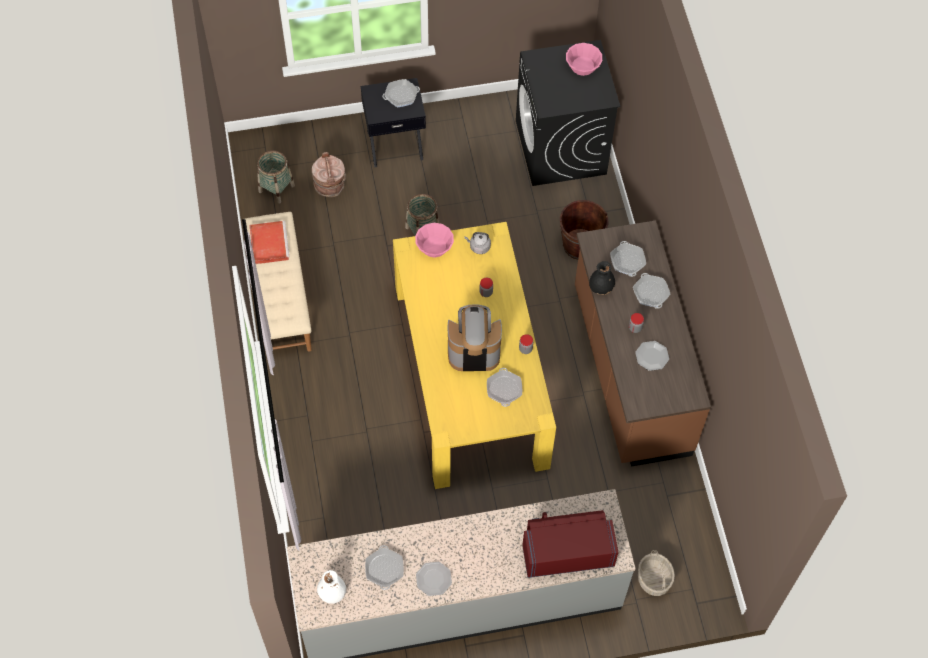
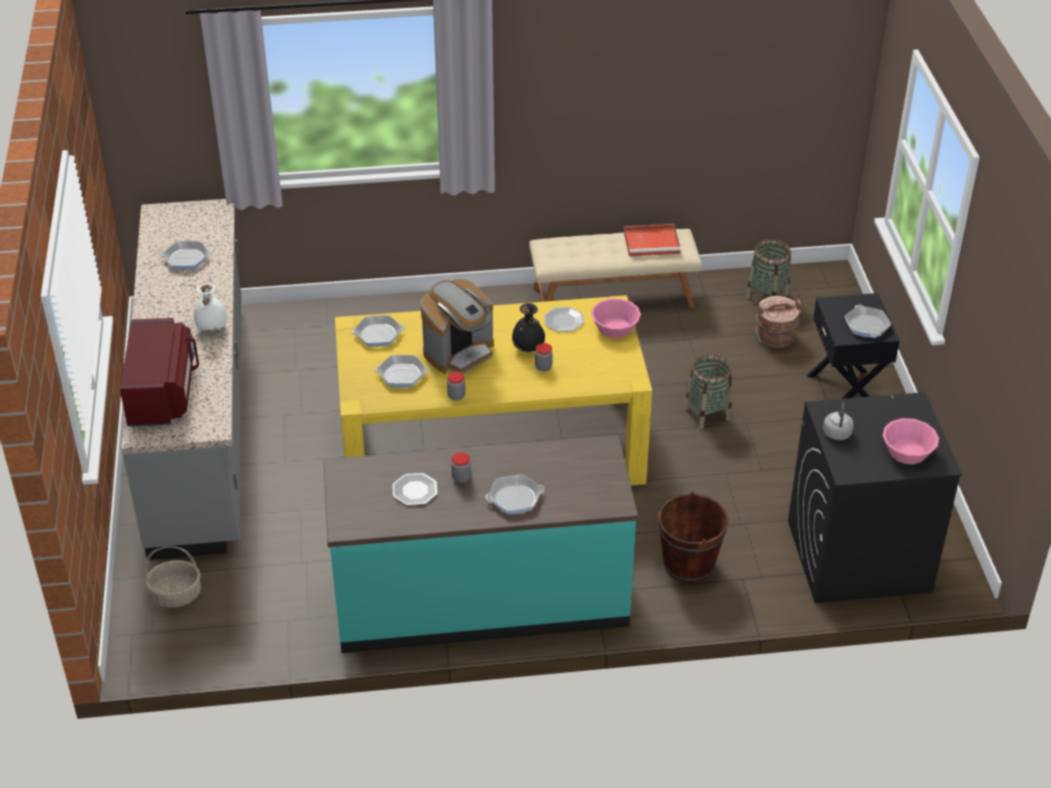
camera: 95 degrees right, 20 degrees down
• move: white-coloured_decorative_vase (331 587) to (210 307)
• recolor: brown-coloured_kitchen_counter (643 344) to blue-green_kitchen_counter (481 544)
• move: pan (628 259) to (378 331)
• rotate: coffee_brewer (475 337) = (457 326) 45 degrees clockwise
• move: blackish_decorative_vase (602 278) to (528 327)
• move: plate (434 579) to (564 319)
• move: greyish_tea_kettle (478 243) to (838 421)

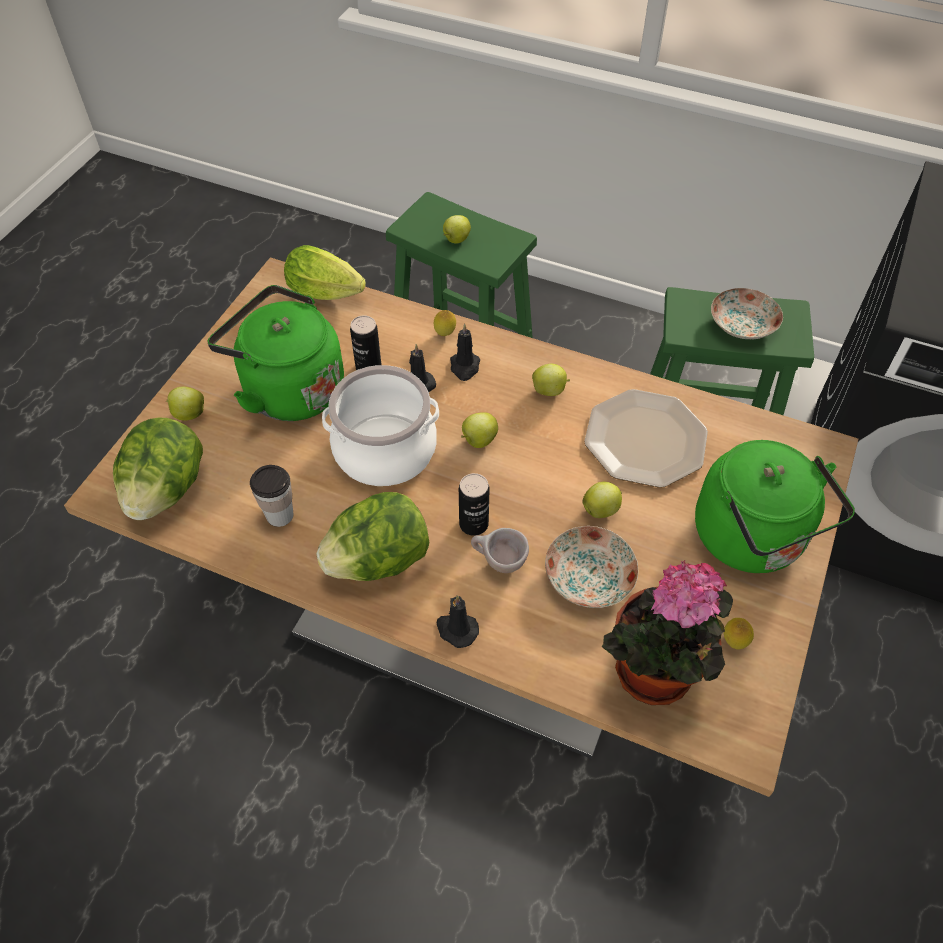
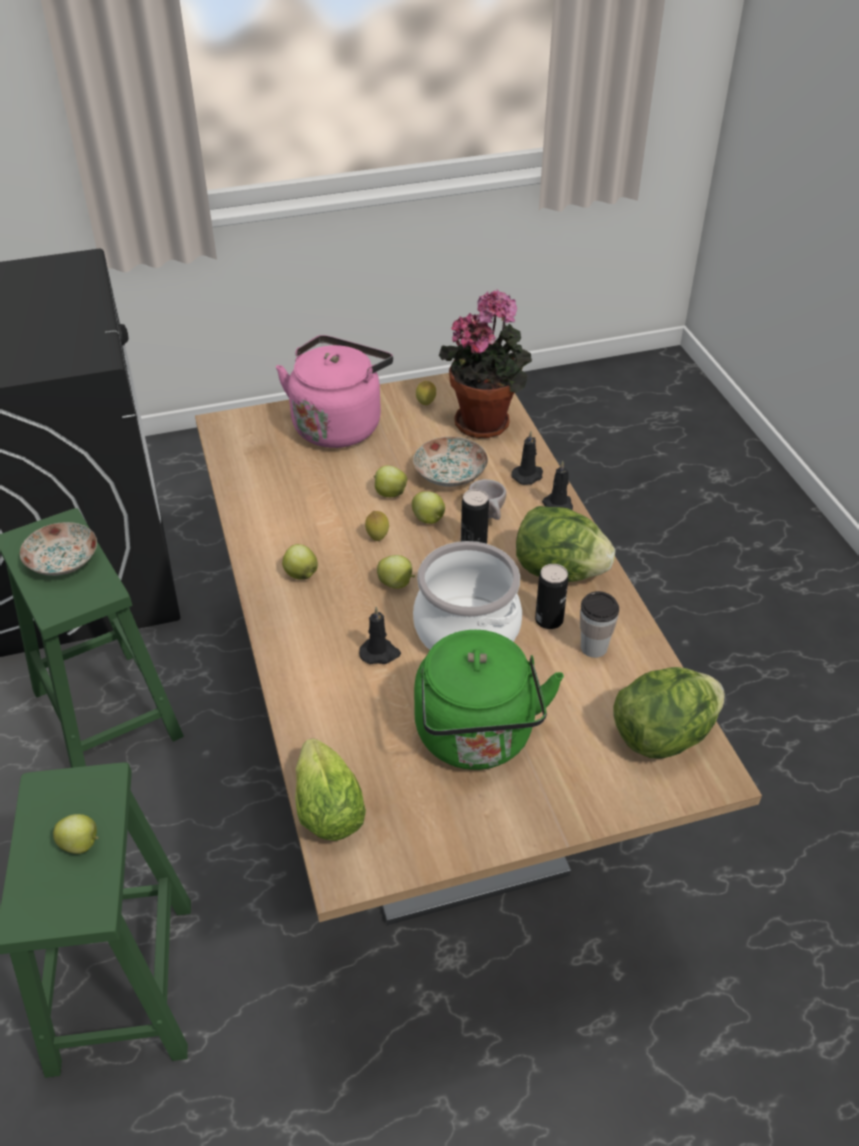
camera: 130 degrees left, 10 degrees down
• recolor: green-coloured_tea_kettle (775 506) to pink-coloured_tea_kettle (334 391)
• move: whole_lemon (445 323) to (377 526)
• move: apple (185 404) to (428 507)
• move: blackish_candle (465 352) to (527 458)
• move: sealed_can (366 342) to (552 596)
• delete: plate (646 438)

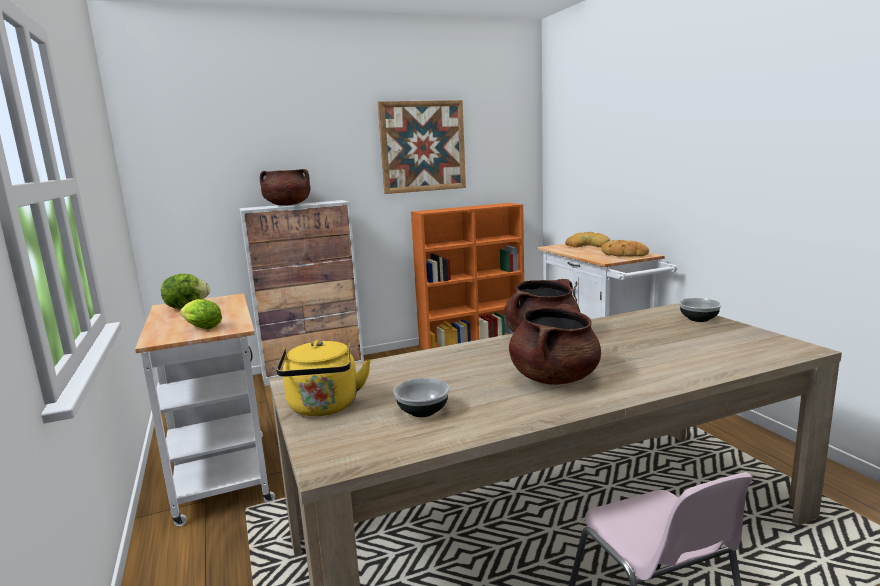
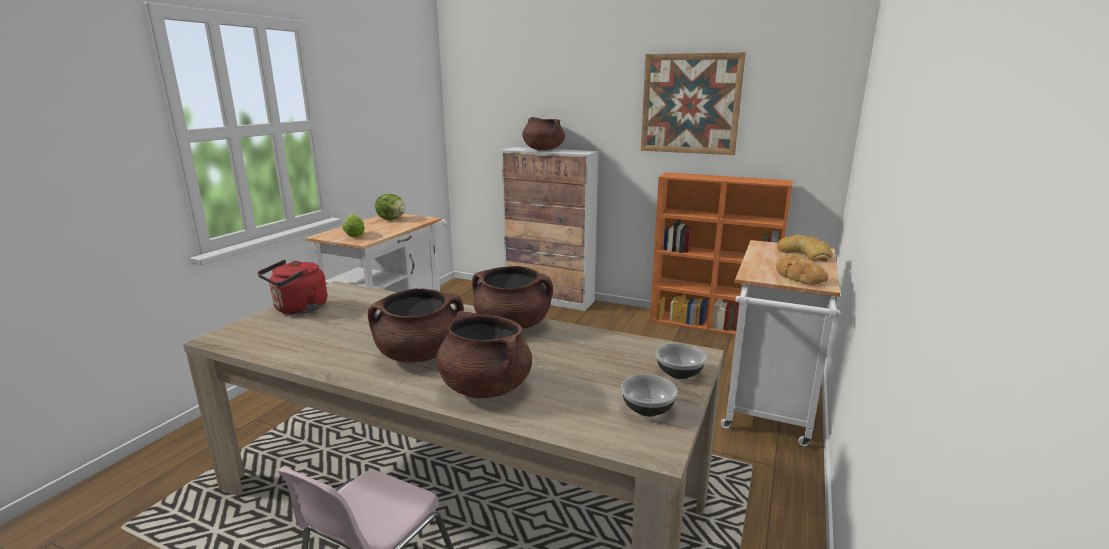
camera: 45 degrees right, 5 degrees up
• recolor: yellow-coloured_tea_kettle (323 378) to reddish_tea_kettle (292 287)
• insert: brown-coloured_stockpot (484 354)
• move: serving_bowl (422 397) to (649 395)

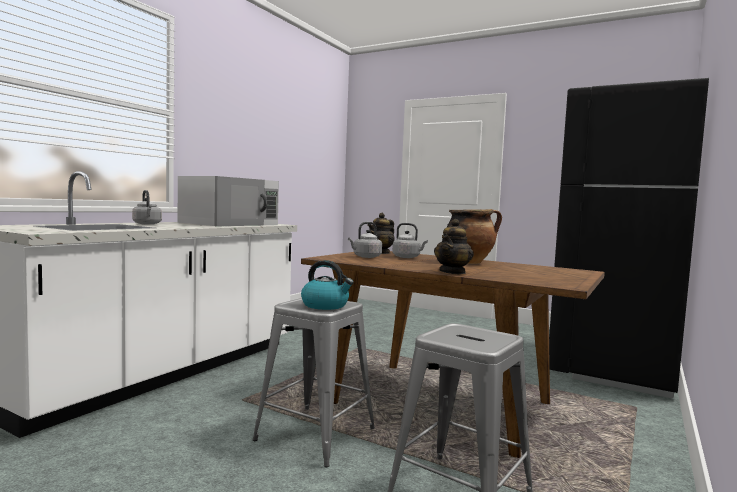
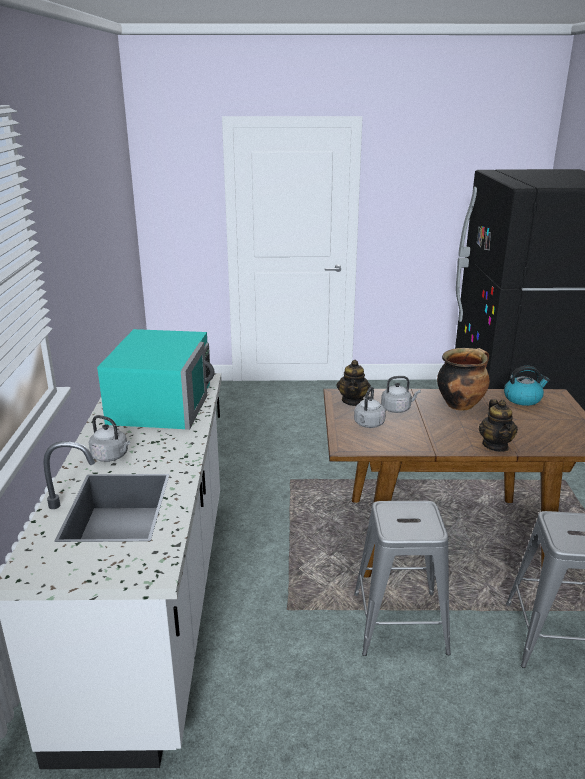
camera: 30 degrees left, 20 degrees up
• recolor: white-coloured_kitchen_microwave (228 201) to blue-green_kitchen_microwave (155 379)
• move: tea_kettle (327 285) to (527 386)

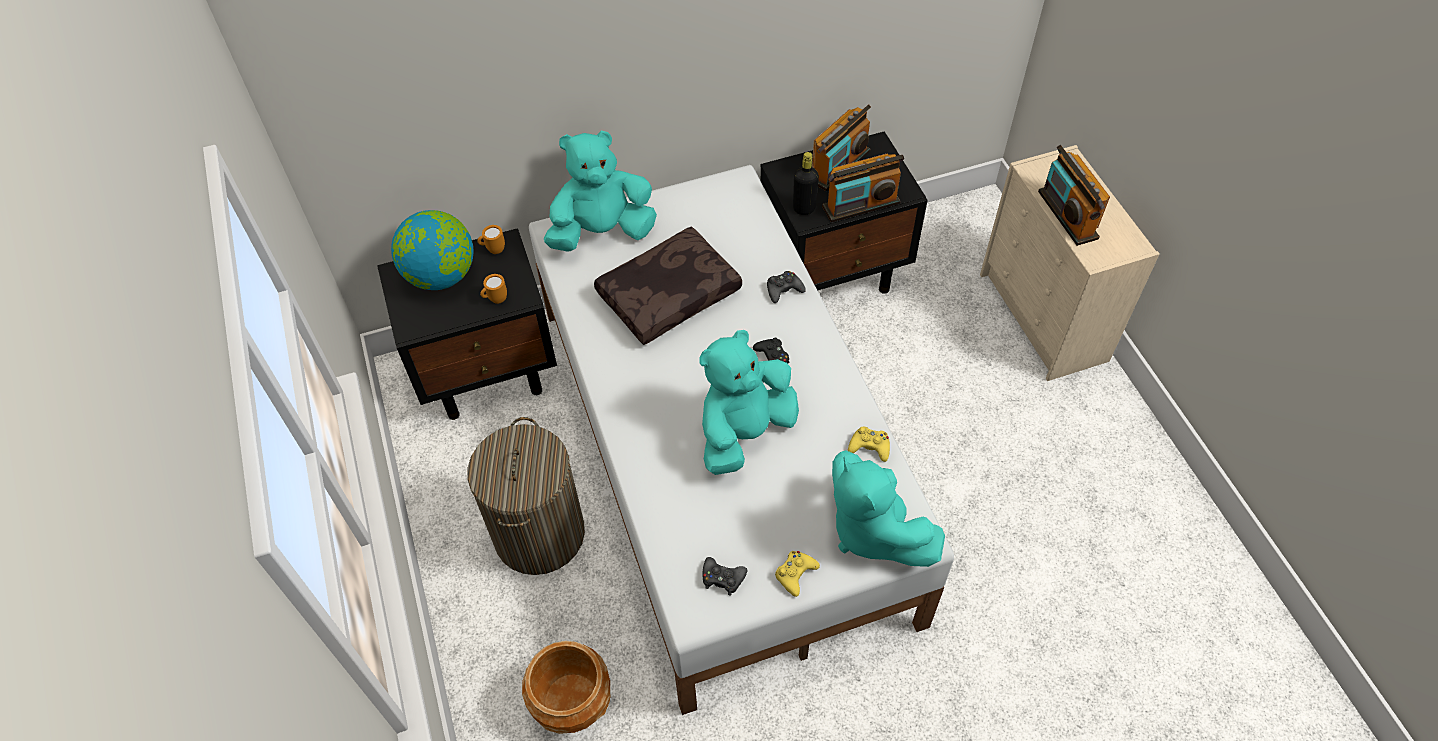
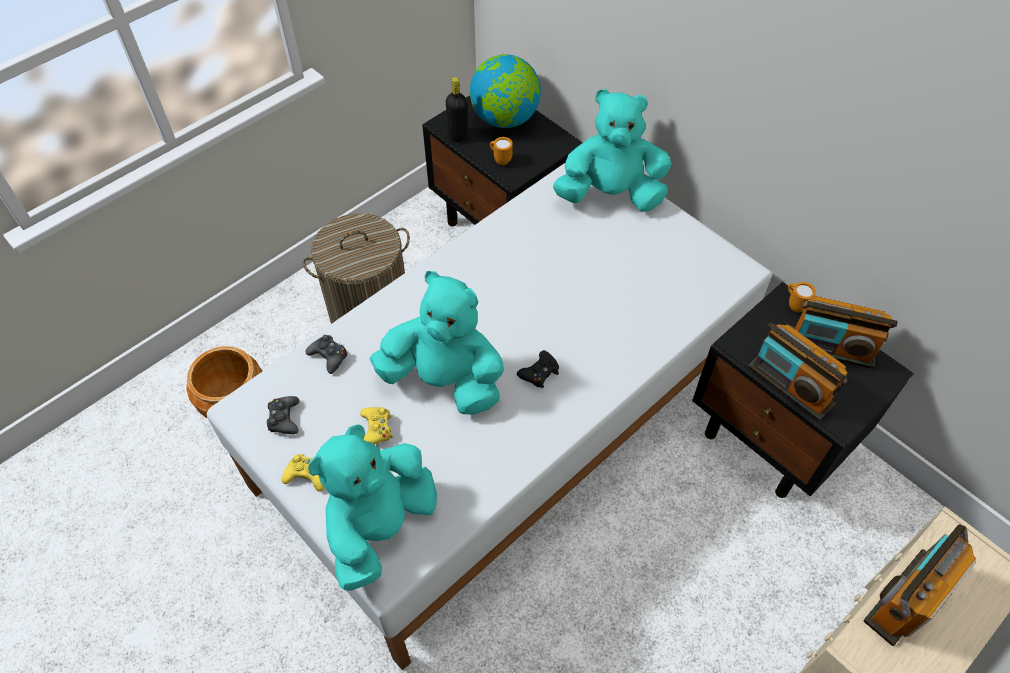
camera: 65 degrees right, 0 degrees up
• move: blackish_gamepad (786 287) to (327 354)
• move: yellow-coloured_gamepad (869 444) to (376 426)
• move: blackish_drink_bottle (806 183) to (457 109)
• rotate: blue-green_cuddly_toy (600 191) = (612 150) 45 degrees counterclockwise
• move: orangey_mug (491 239) to (802 297)
• delete: brown-coloured_cushion (668 285)

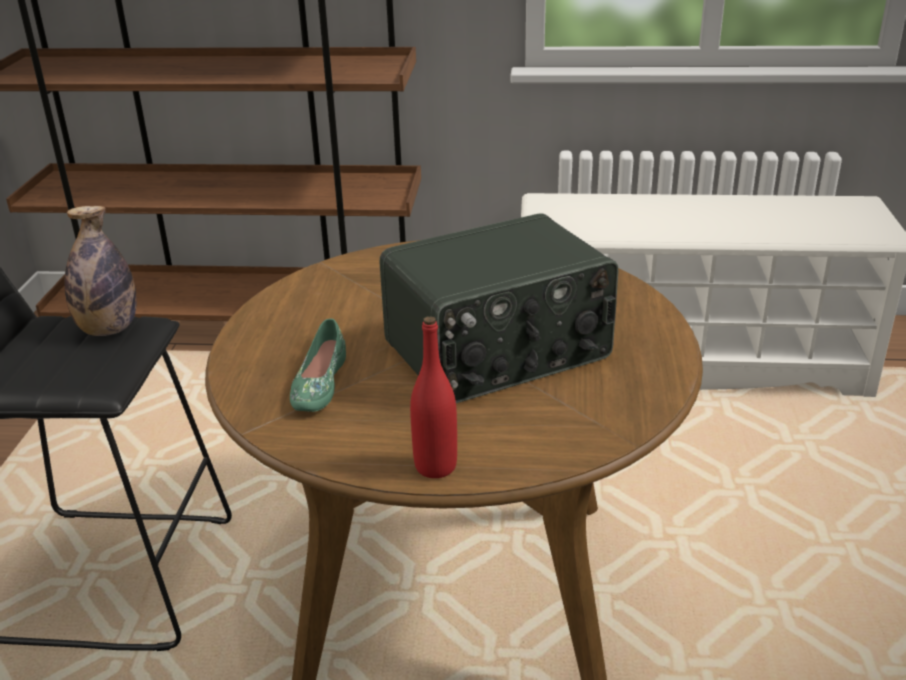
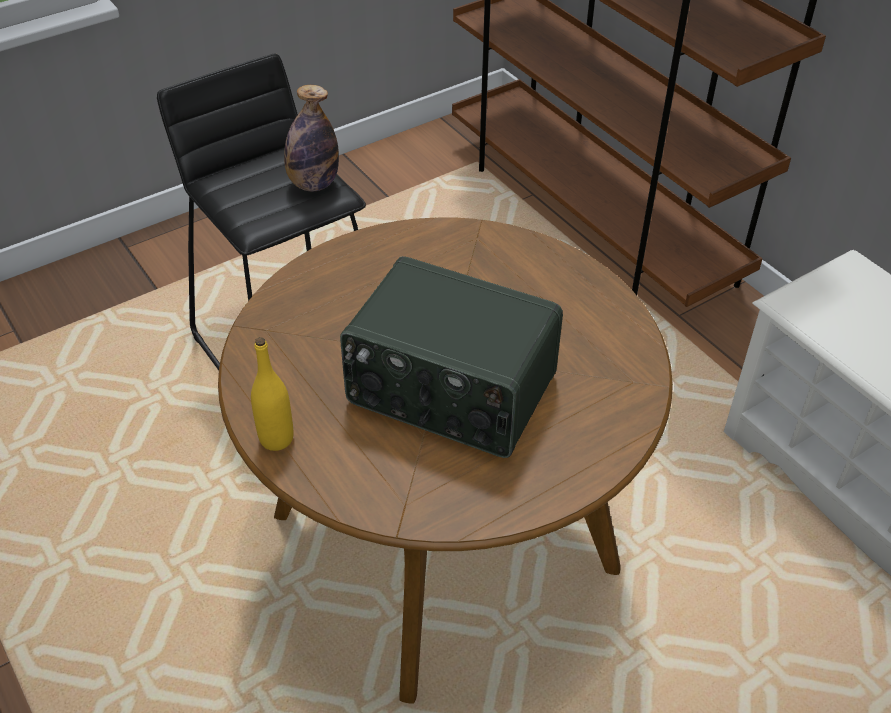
camera: 50 degrees right, 15 degrees up
• recolor: reddish_drink_bottle (433 397) to yellow-coloured_drink_bottle (272 394)
• delete: green-coloured_low_shoe (318 365)

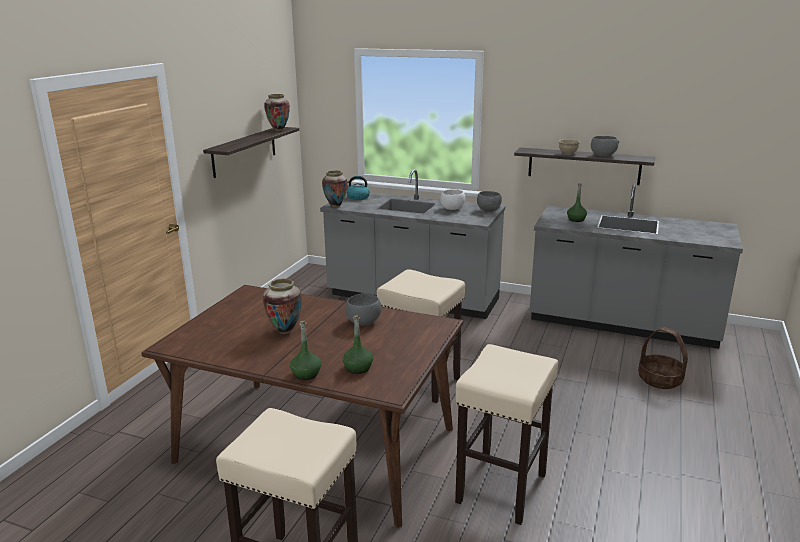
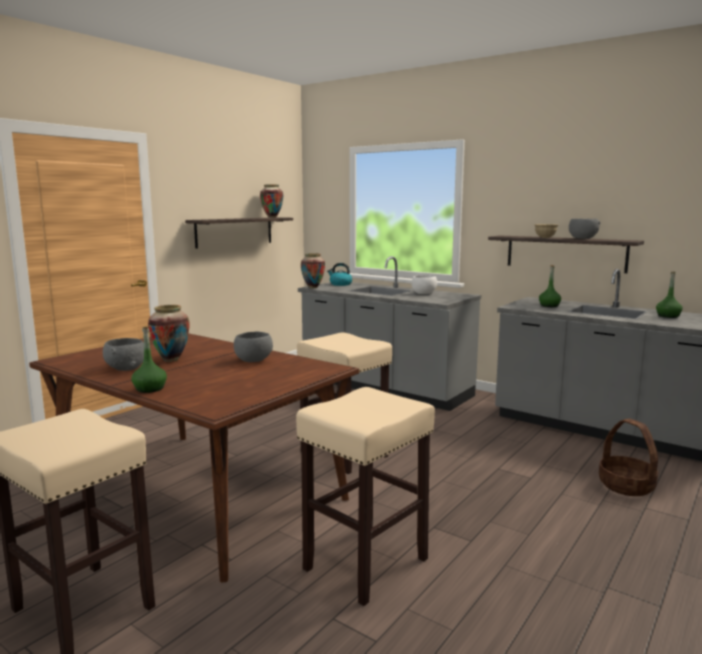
camera: 15 degrees right, 10 degrees down
• move: greyish_serving_bowl (489 201) to (123 354)
• move: green-coloured_drink_bottle (358 344) to (669 295)

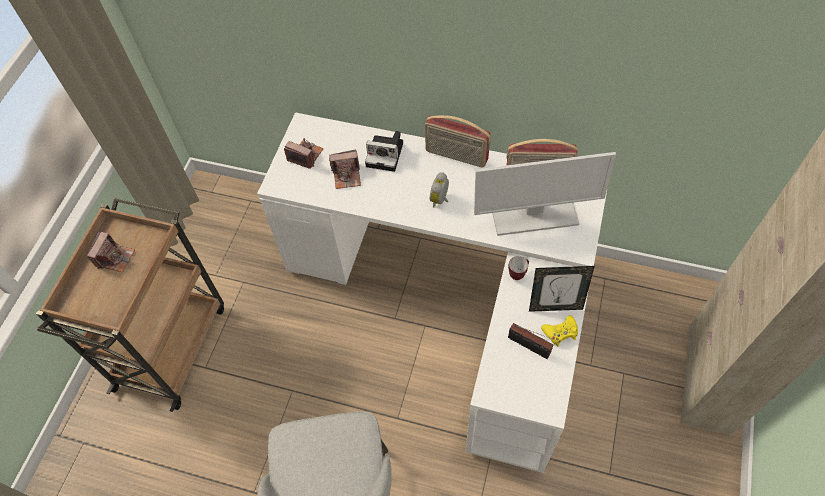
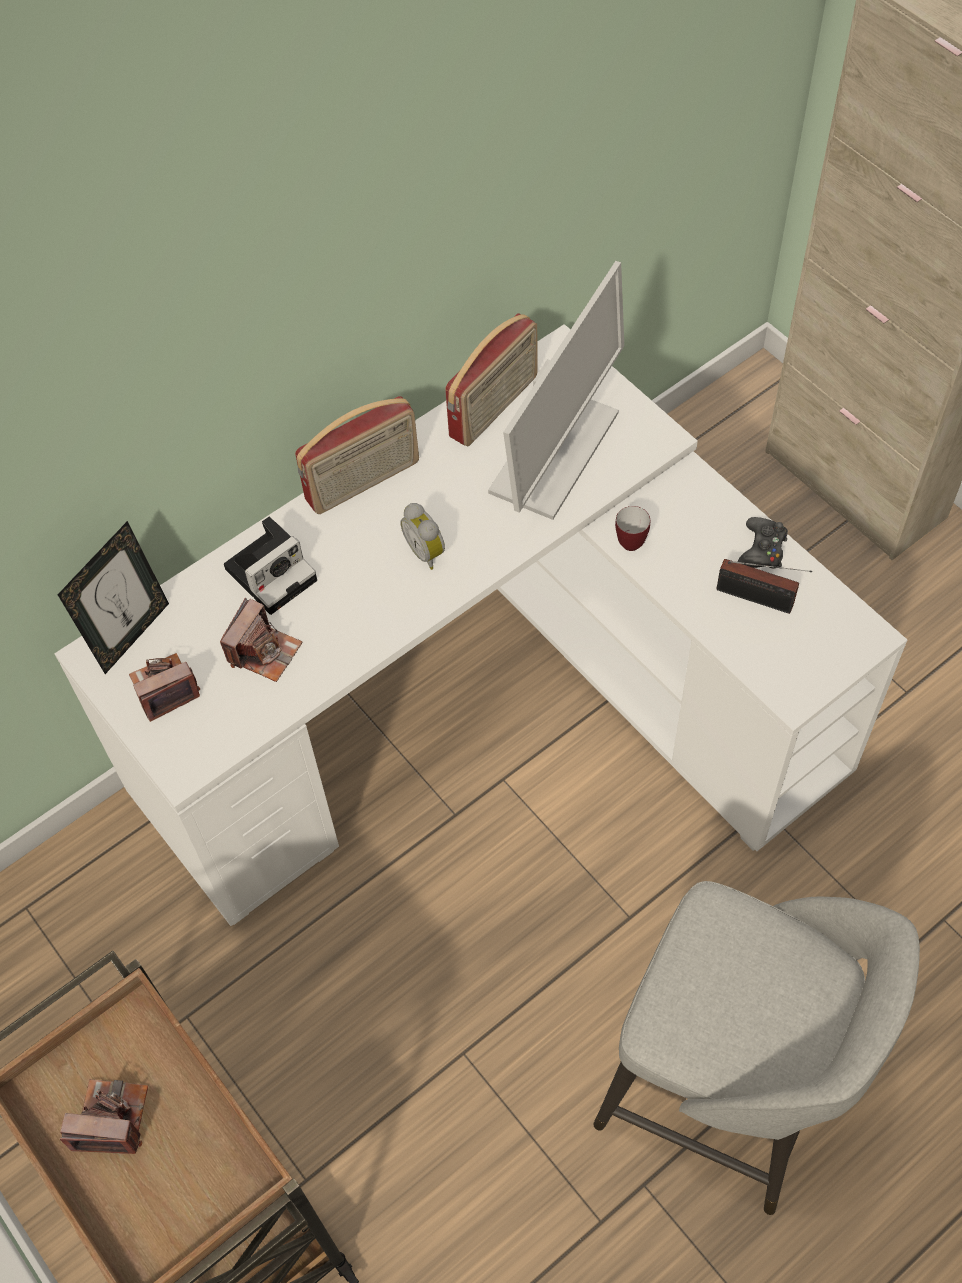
camera: 55 degrees left, 0 degrees up
• move: photo_frame (562 289) to (113 597)
• rotate: still_camera (111 252) = (104 1116) 45 degrees counterclockwise
• rotate: radio_receiver (534 341) = (764 586) 45 degrees clockwise
• recolor: yellow-coloured_gamepad (559 330) to blackish_gamepad (763 542)

